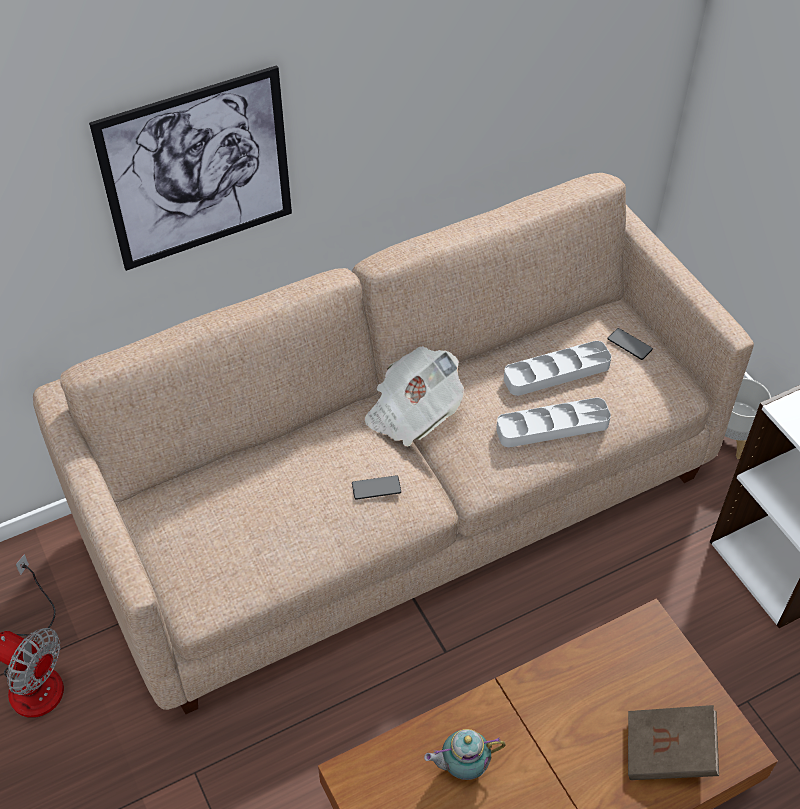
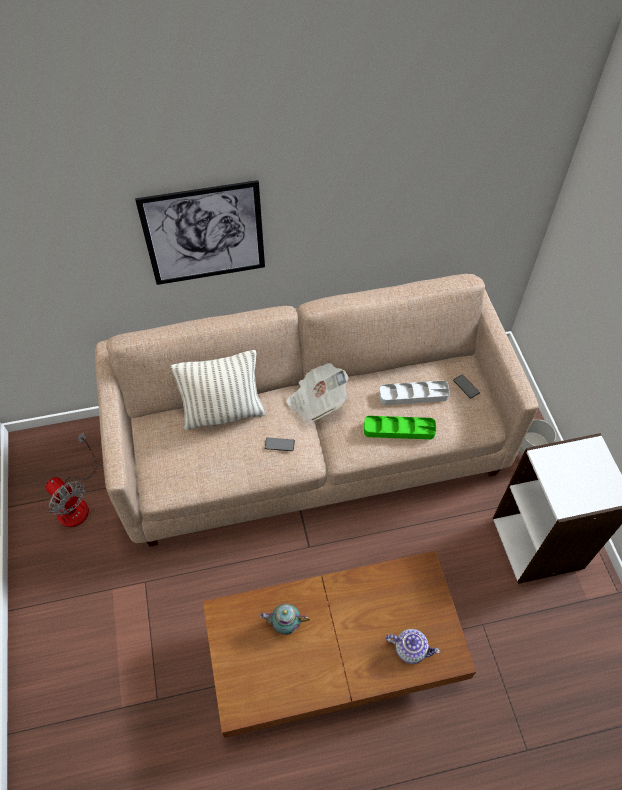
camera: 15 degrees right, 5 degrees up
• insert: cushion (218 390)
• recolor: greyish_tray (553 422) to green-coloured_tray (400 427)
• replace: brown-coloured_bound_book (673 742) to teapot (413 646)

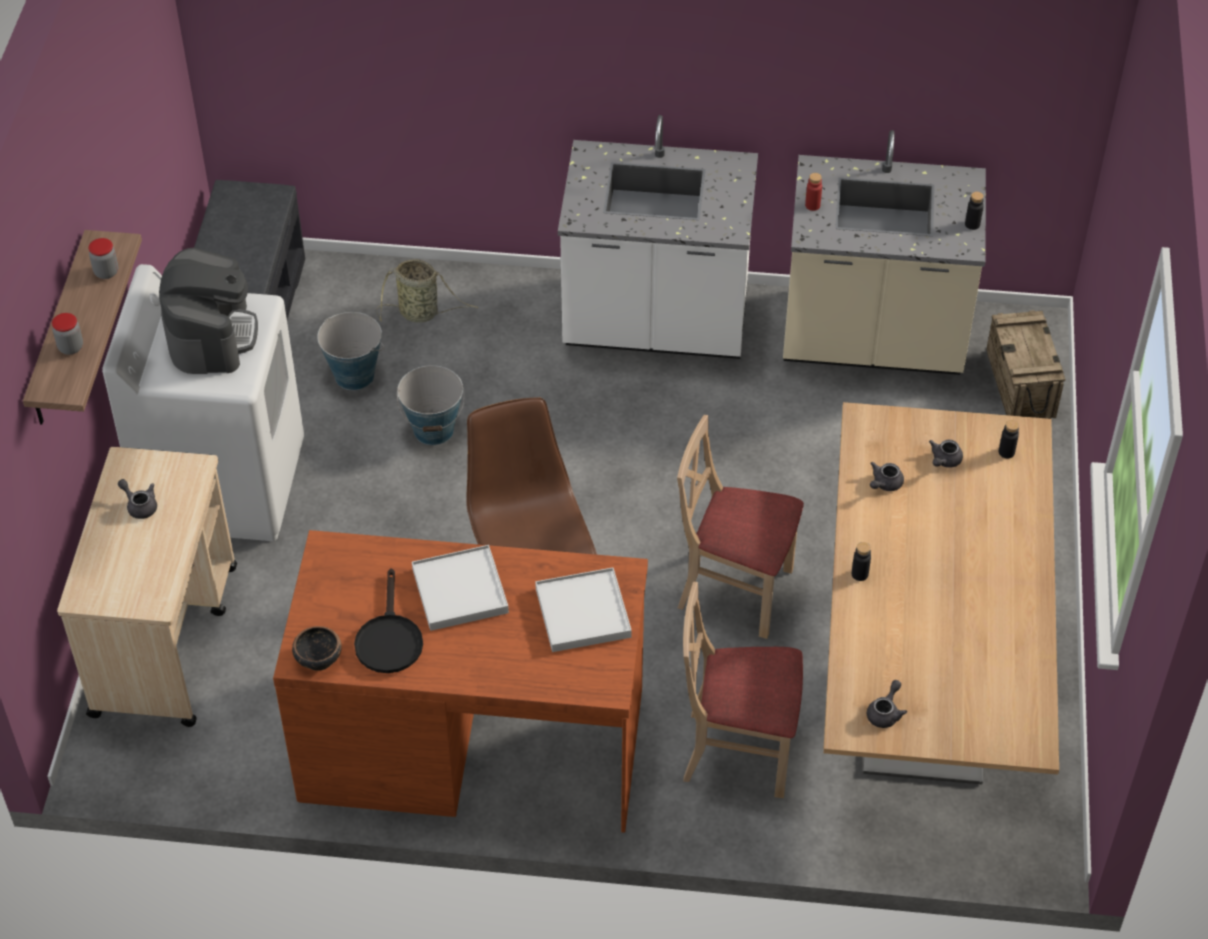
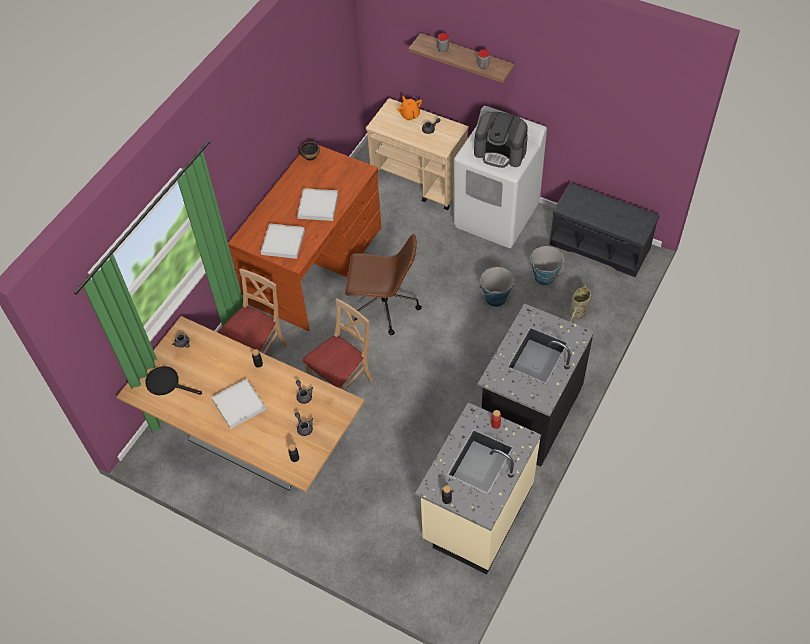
camera: 115 degrees right, 5 degrees up
• move: blackish_pan (388 620) to (173 380)
• insert: white-coloured_tray (239 403)
• insert: orangey_teapot (409 108)
• recolor: white-coloured_kitchen_counter (658 237) to blackish_kitchen_counter (536 385)
• delete: shipping_crate (1025 364)

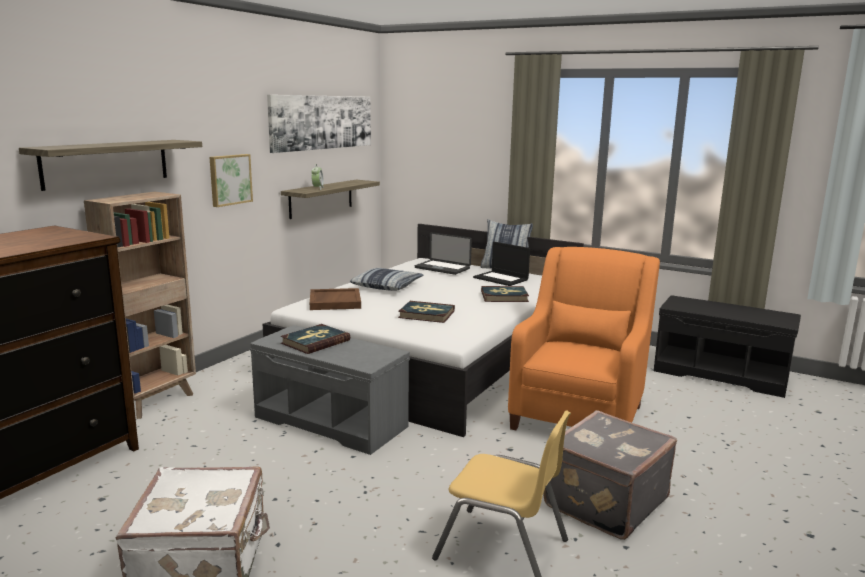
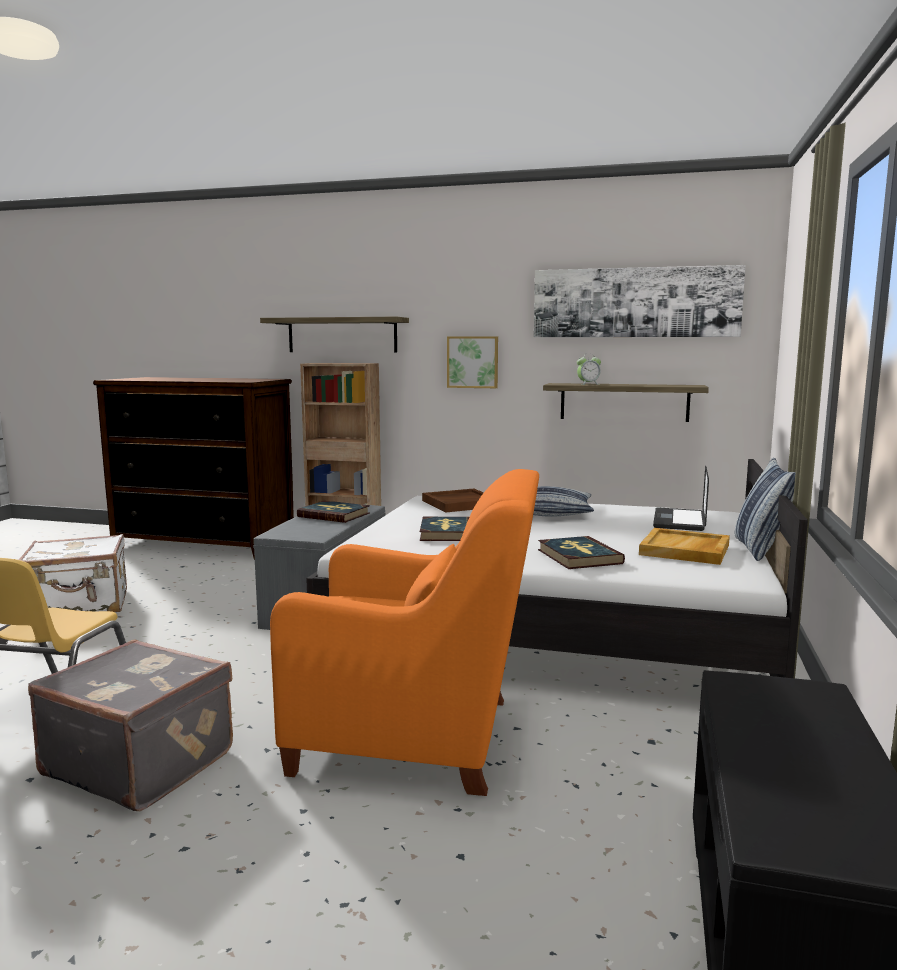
camera: 75 degrees right, 5 degrees down
• replace: notebook_computer (501 264) to beige-coloured_tray (684 546)

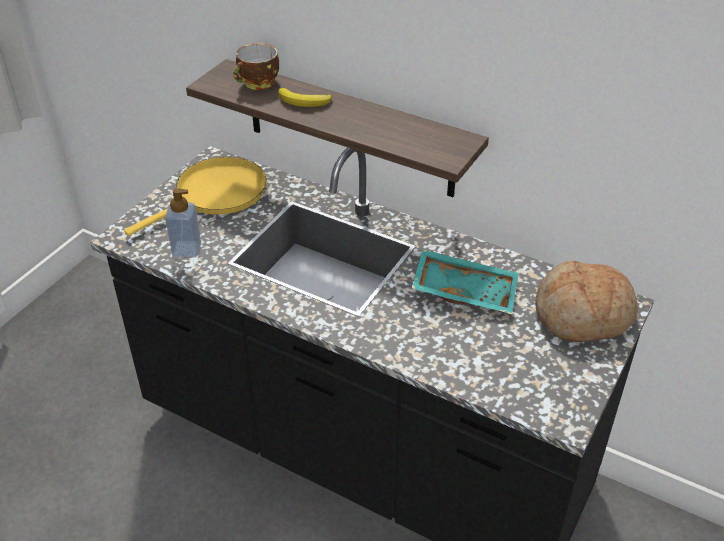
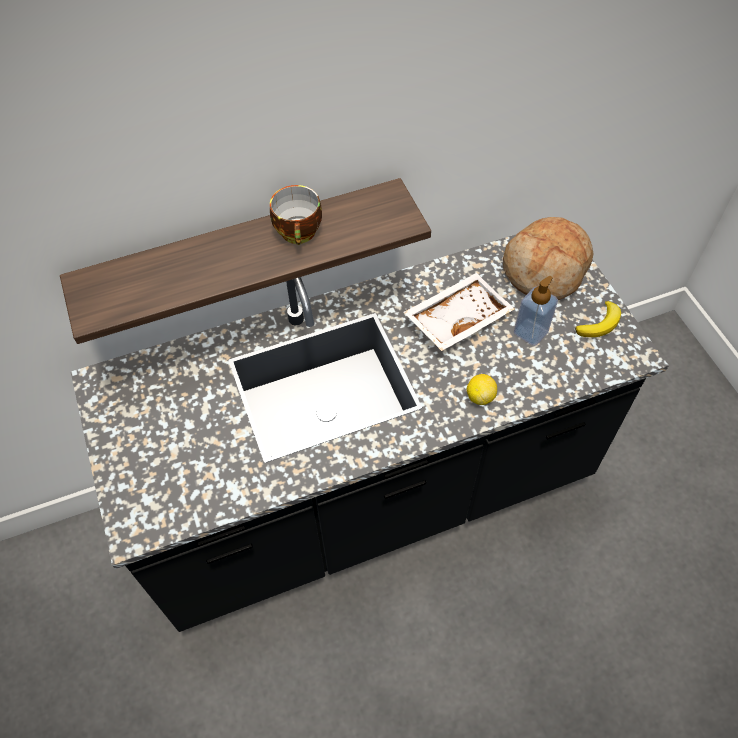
camera: 50 degrees left, 15 degrees up
• move: drinking_cup (256 66) to (296 215)
• recolor: blue-green_tray (465 281) to white-coloured_tray (459 312)
• insert: whole_lemon (482 389)
• move: liquid_soap_bottle (183 223) to (536 310)
• move: whole_banana (305 97) to (598 319)
• delete: yellow-coloured_pan (195 196)

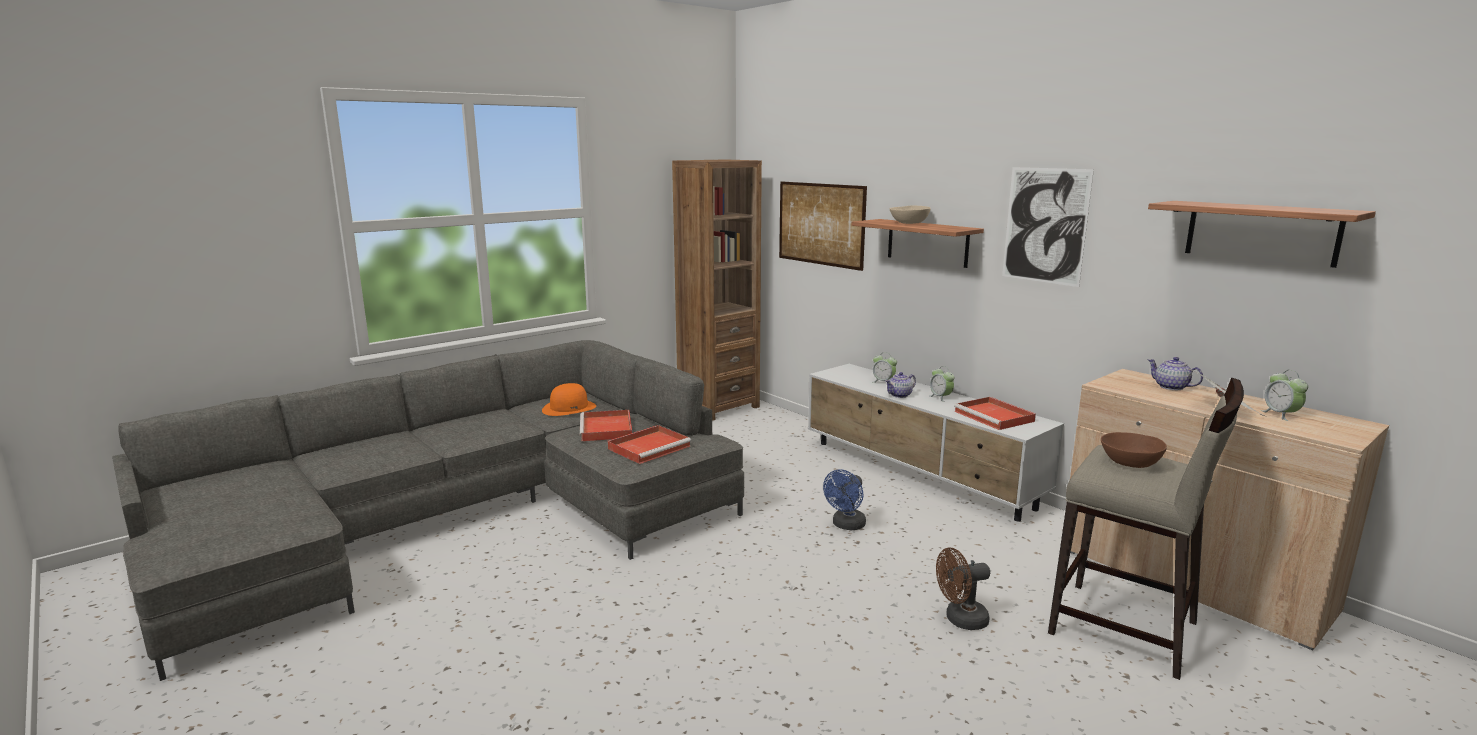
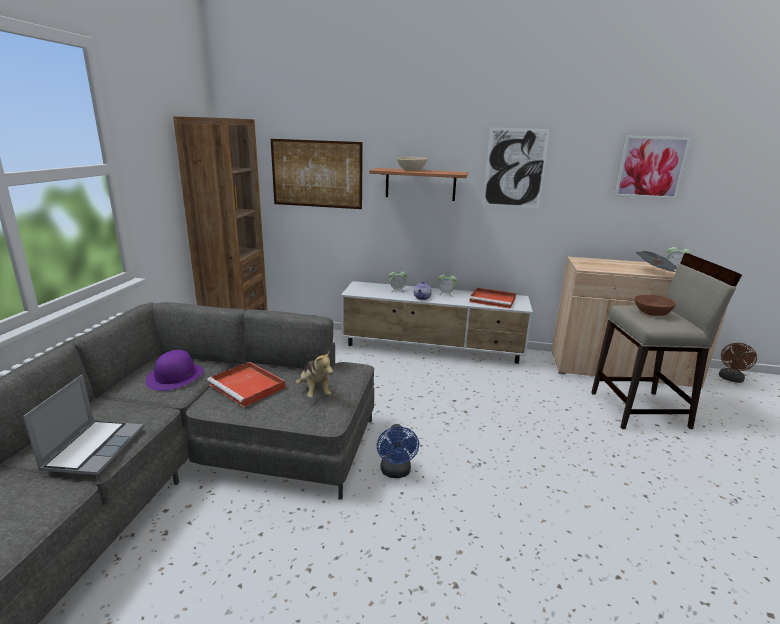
camera: 40 degrees left, 5 degrees up
• insert: notebook_computer (83 424)
• recolor: orangey_wearable_hat (569 399) to purple-coloured_wearable_hat (175 370)
• replace: reddish_tray (649 444) to cuddly_toy (314 374)
• move: blue-coloured_fan (844 499) to (398 451)
• replace: shelf (1262 234) to wall_picture (652 167)
• move: brown-coloured_fan (963 589) to (738 363)
• delete: teapot (1175 373)

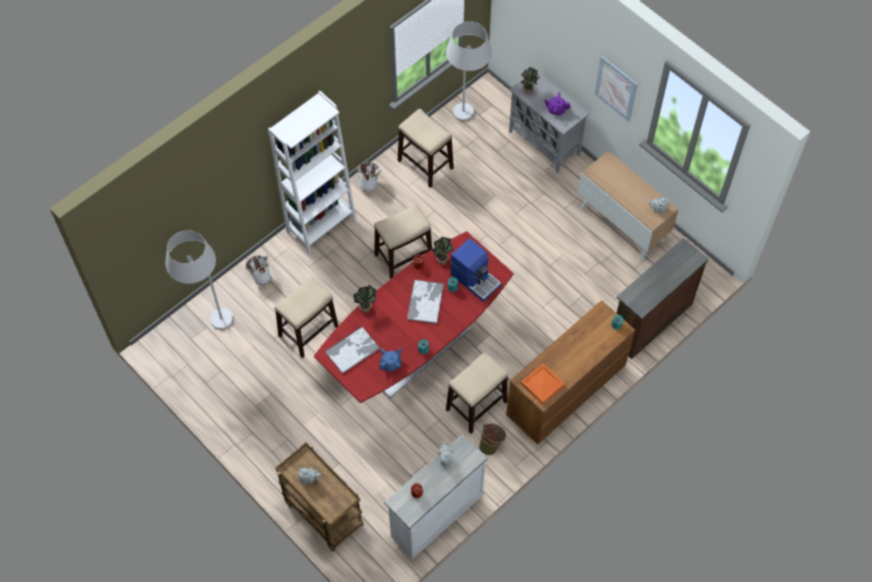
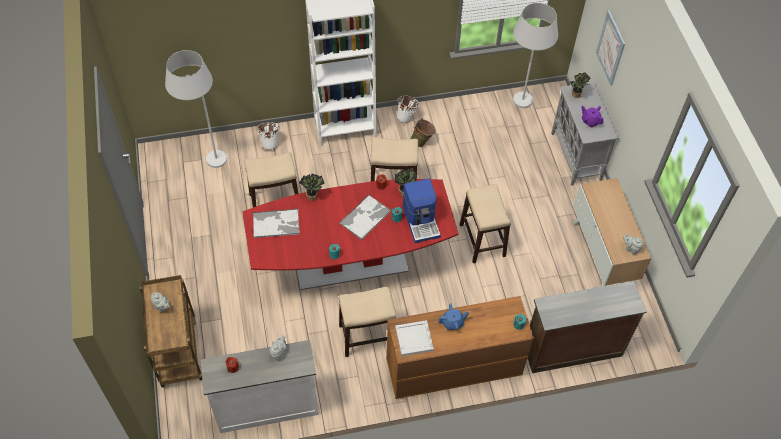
camera: 30 degrees right, 5 degrees down
• recolor: orangey_tray (543 383) to white-coloured_tray (414 338)
• move: green-coloured_water_bucket (492 439) to (423 132)
• move: blue-coloured_teapot (390 360) to (453 316)
• move: stool_seat (426 148) to (485 223)
• move: wall_picture (616 89) to (610 47)

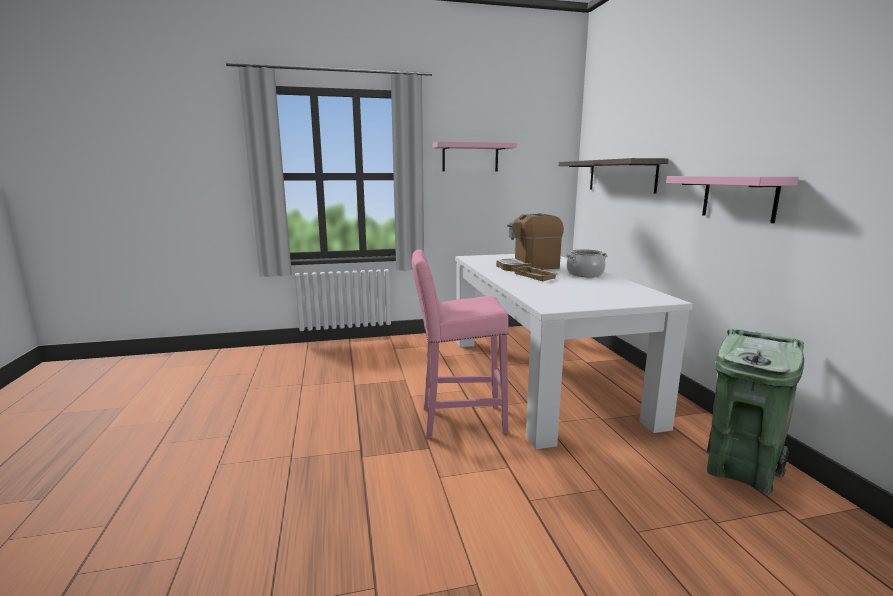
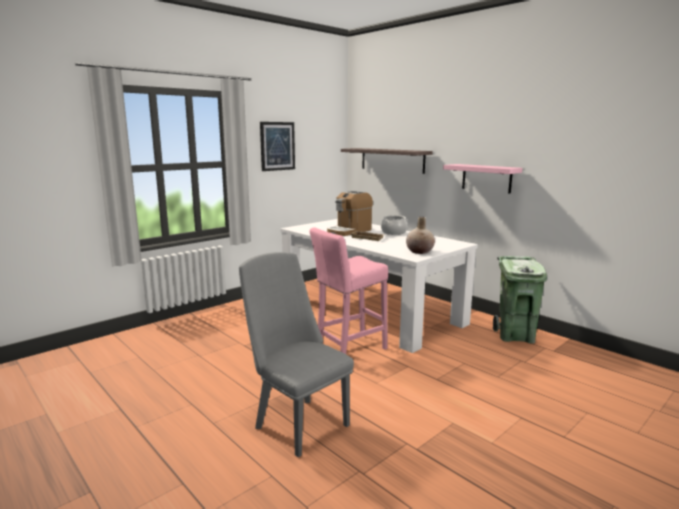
camera: 30 degrees left, 0 degrees up
• insert: greyish_upright_chair (296 354)
• replace: pink-coloured_shelf (474 156) to wall_picture (277 146)
• insert: beige-coloured_decorative_vase (420 235)

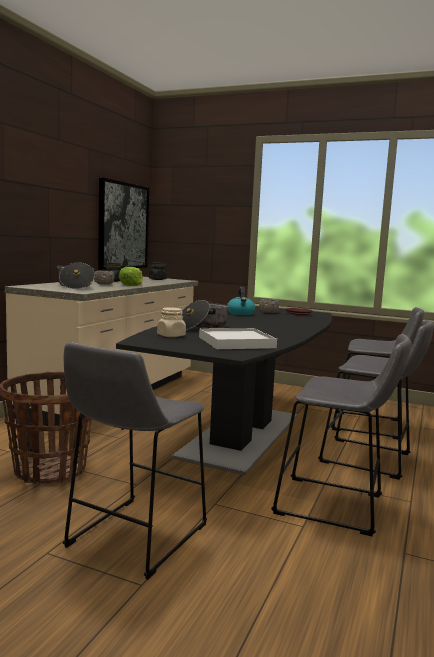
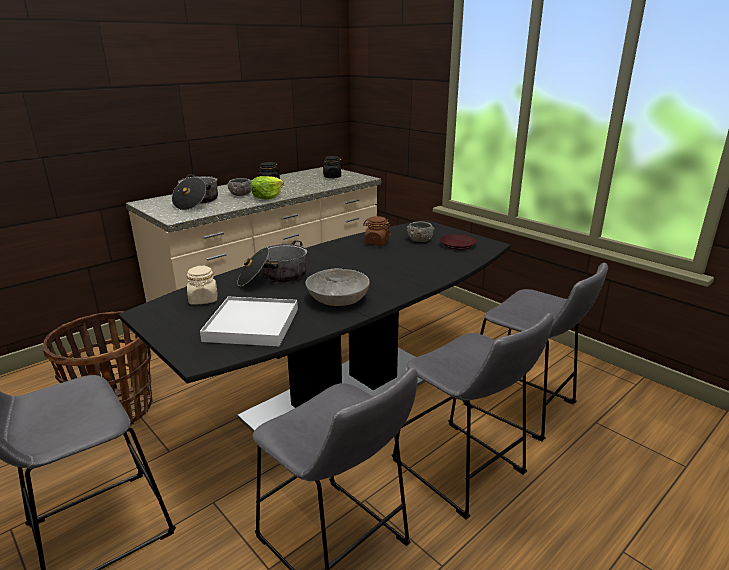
camera: 25 degrees right, 15 degrees up
• insert: greyish_serving_bowl (337 287)
• replace: tea_kettle (241 301) to brown-coloured_storage_jar (377 230)
• delete: wall_picture (123 223)

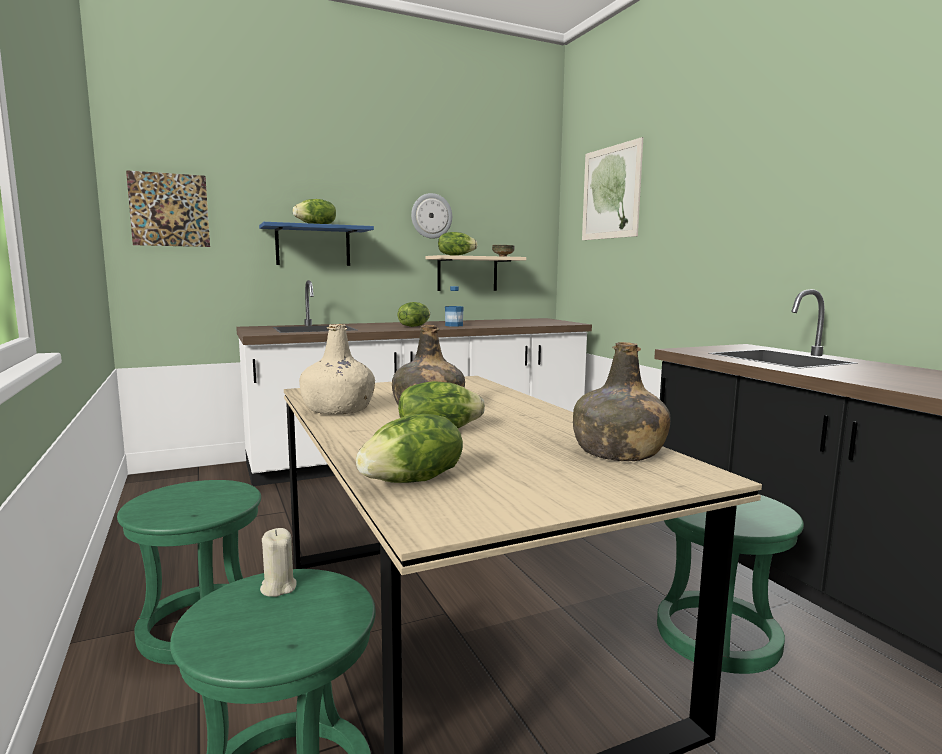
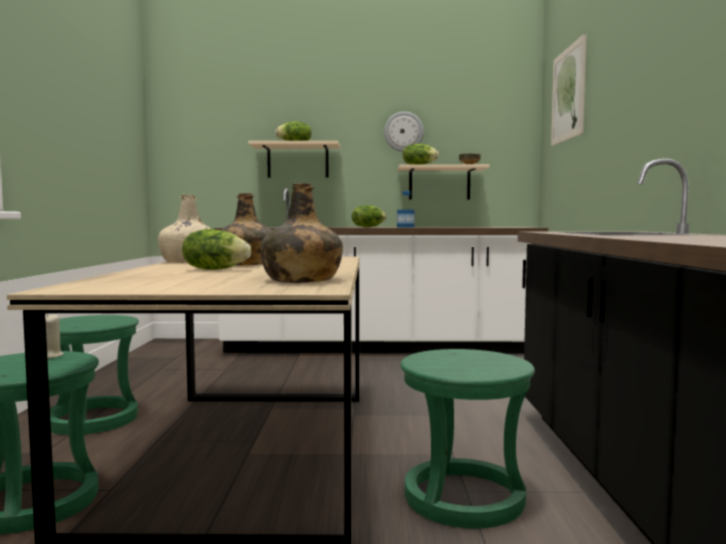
camera: 25 degrees right, 5 degrees down
• recolor: blue-coloured_shelf (316 244) to beige-coloured_shelf (294 159)
• delete: wall_picture (168 208)
• delete: lettuce_head (409 448)

